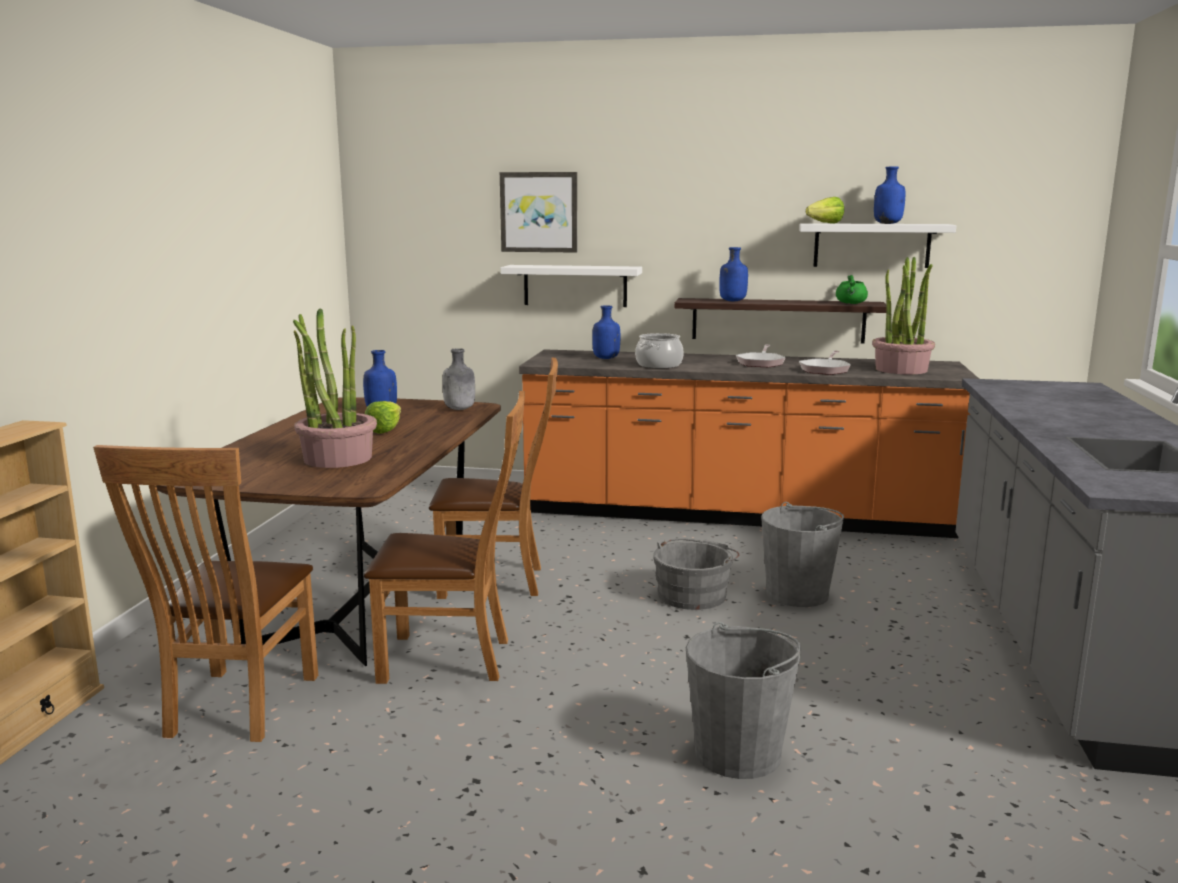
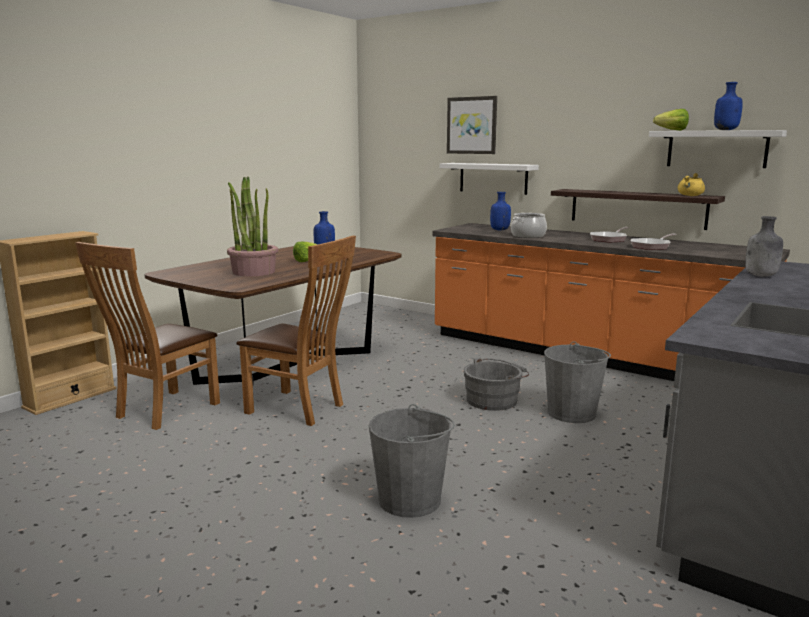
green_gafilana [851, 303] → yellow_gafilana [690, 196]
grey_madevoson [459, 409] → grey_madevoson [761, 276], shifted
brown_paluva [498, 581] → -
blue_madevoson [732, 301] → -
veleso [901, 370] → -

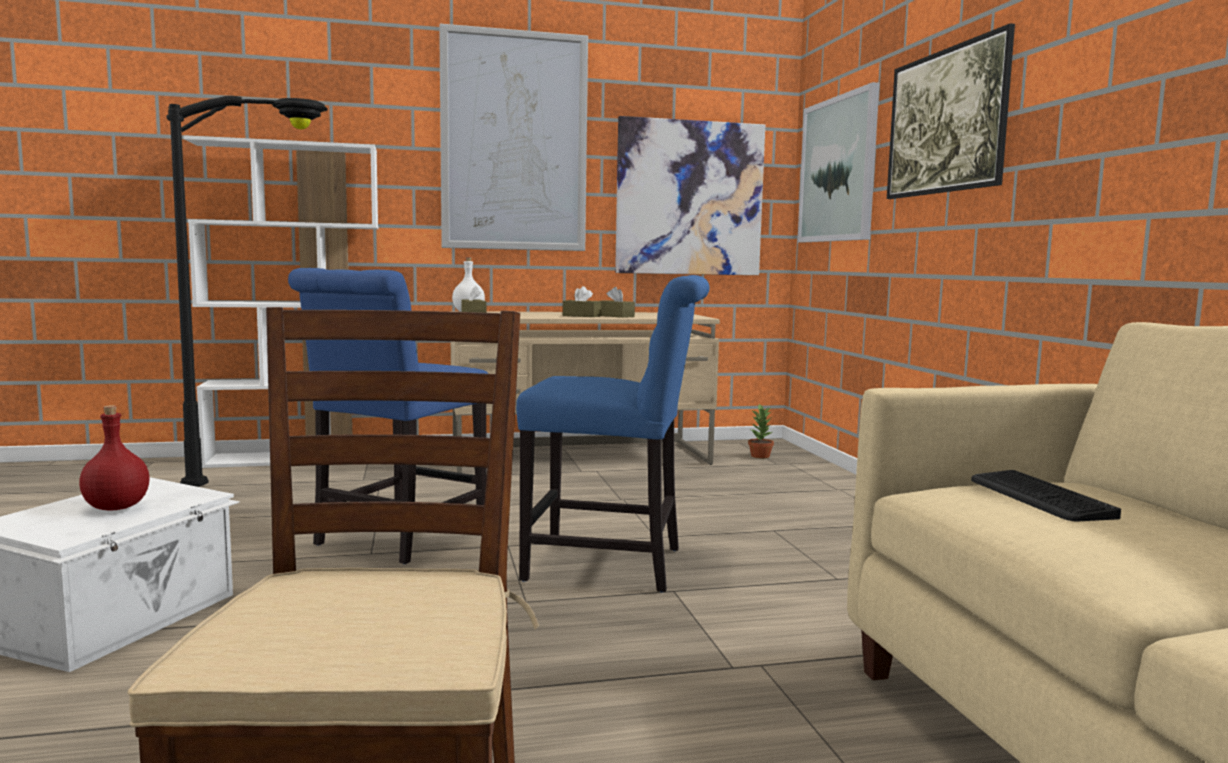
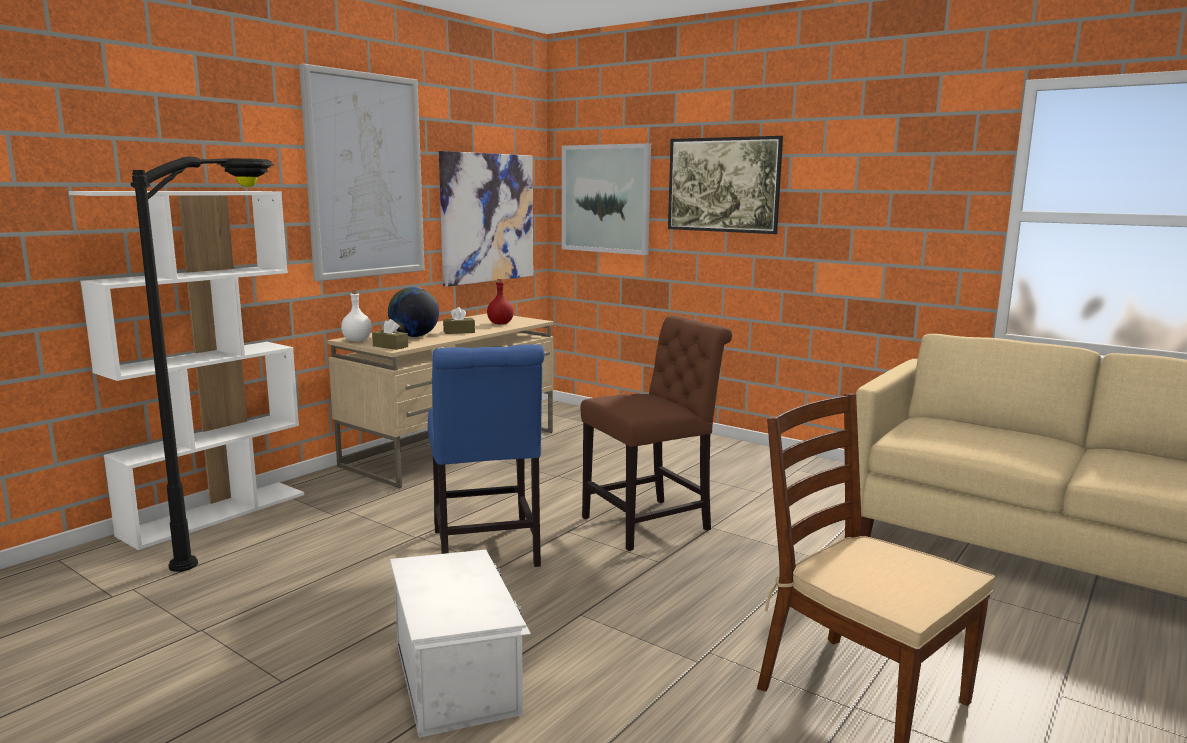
- → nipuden [414, 336]
red_madevoson [116, 507] → red_madevoson [500, 323], shifted
blue_paluva [613, 565] → brown_paluva [652, 523]
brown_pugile [616, 316] → -
veleso [760, 456] → -
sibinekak [1038, 497] → -

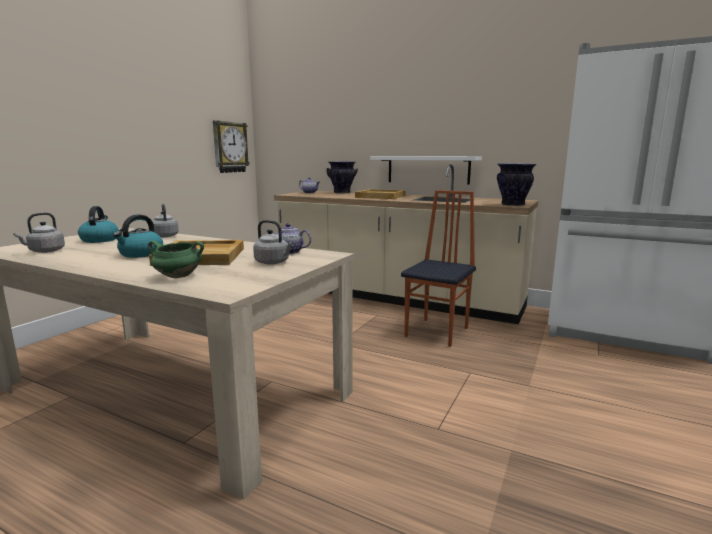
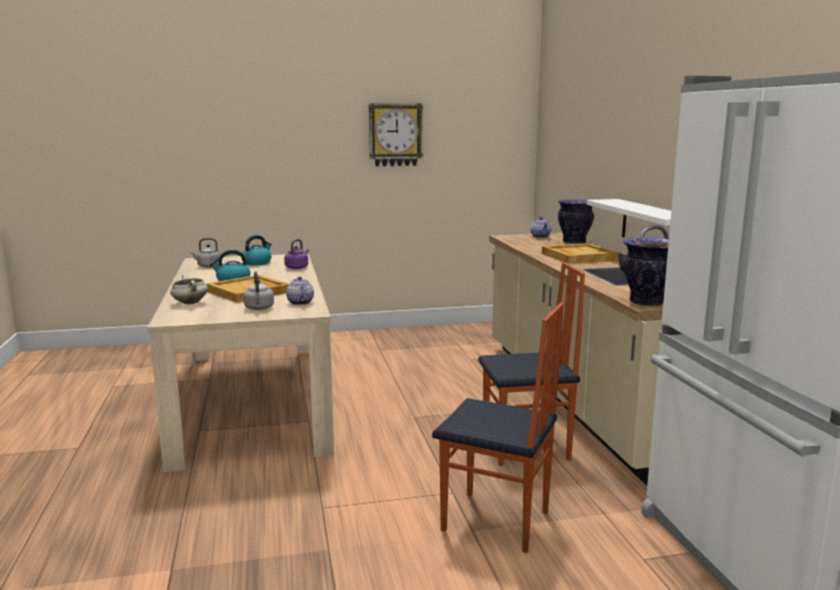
green_gafilana [177, 276] → white_gafilana [189, 303]
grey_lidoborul [165, 236] → purple_lidoborul [297, 267]
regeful [230, 147] → regeful [395, 135], shifted
- → paluva [496, 522]

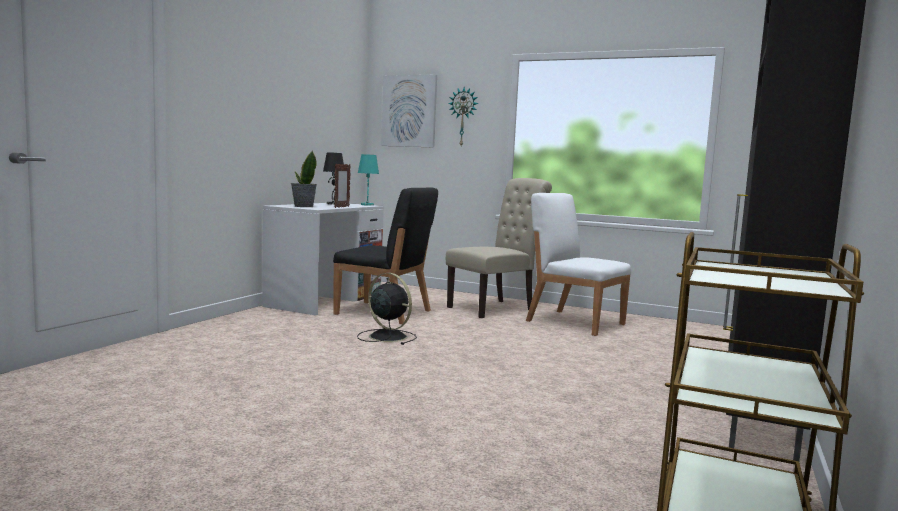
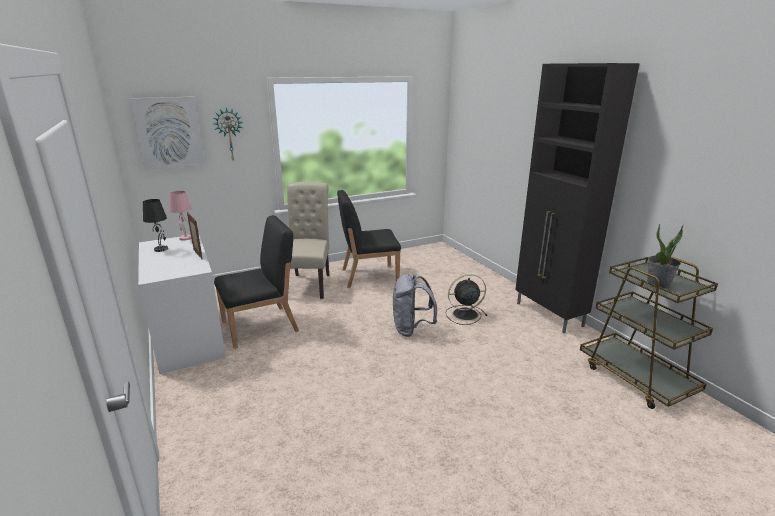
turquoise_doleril [367, 205] → pink_doleril [185, 238]
white_paluva [574, 322] → black_paluva [368, 276]
- → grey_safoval [411, 329]
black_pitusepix [386, 336] → black_pitusepix [464, 314], shifted
veleso [303, 206] → veleso [658, 284], shifted

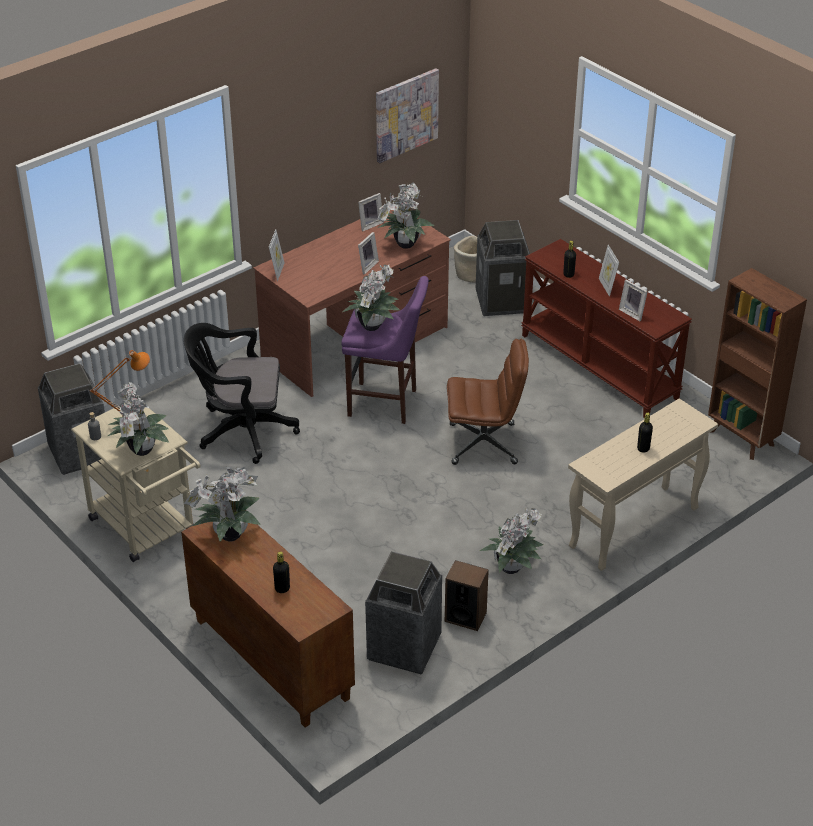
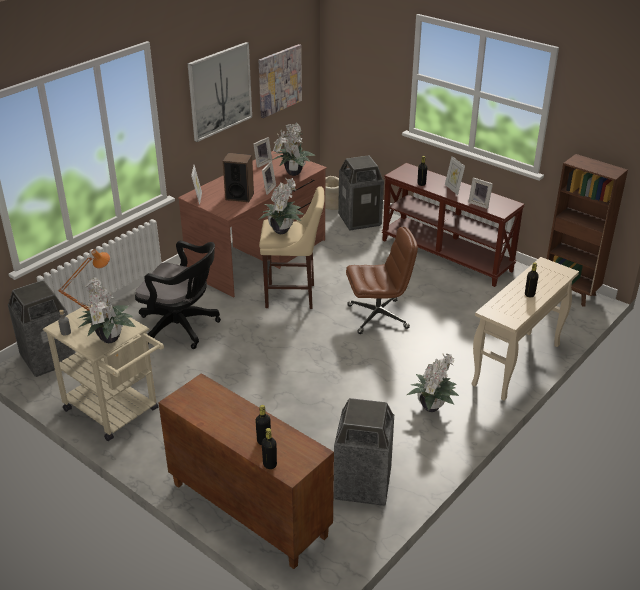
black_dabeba [241, 431] → black_dabeba [182, 328], 150 degrees counterclockwise
- → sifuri [220, 91]
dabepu [465, 616] → dabepu [239, 196], shifted
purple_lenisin [386, 403] → beige_lenisin [293, 296]
- → black_madevoson [270, 464]
veleso [228, 535] → -

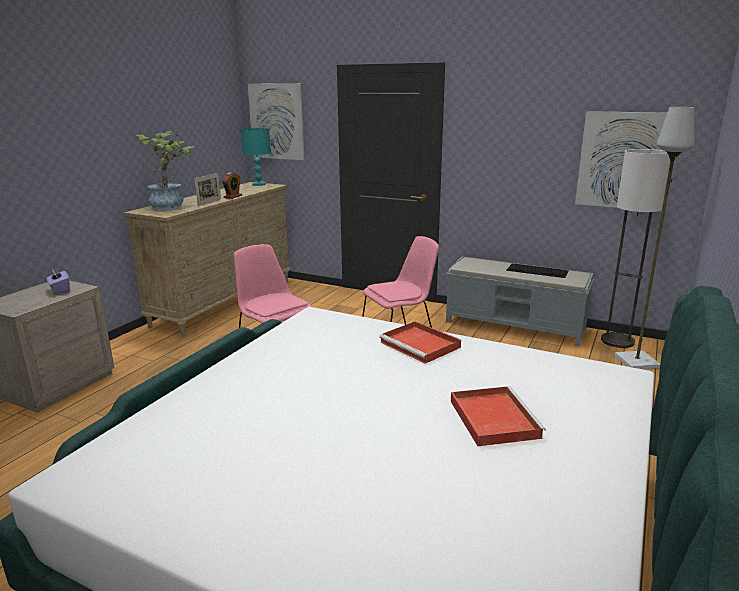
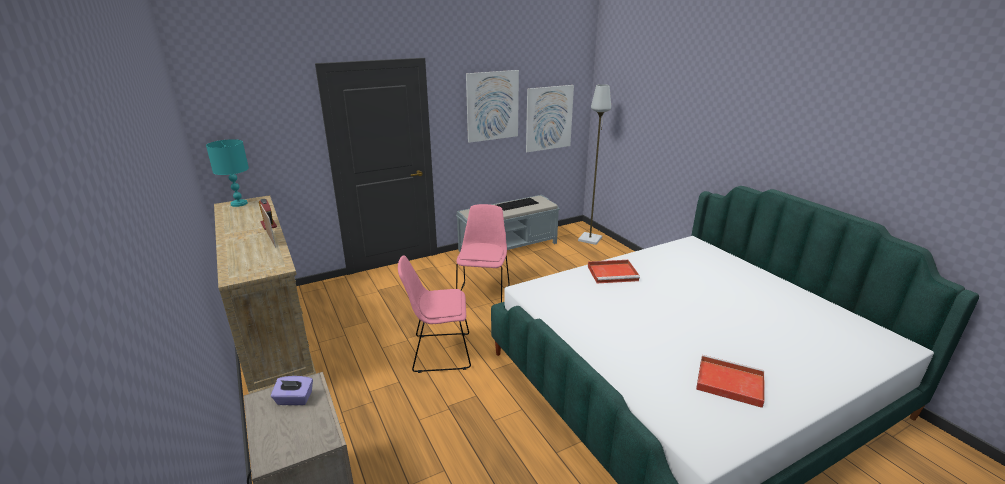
sifuri [276, 121] → sifuri [492, 106], shifted
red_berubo [492, 418] → red_berubo [728, 383], shifted
veleso [171, 205] → -
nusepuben [617, 341] → -

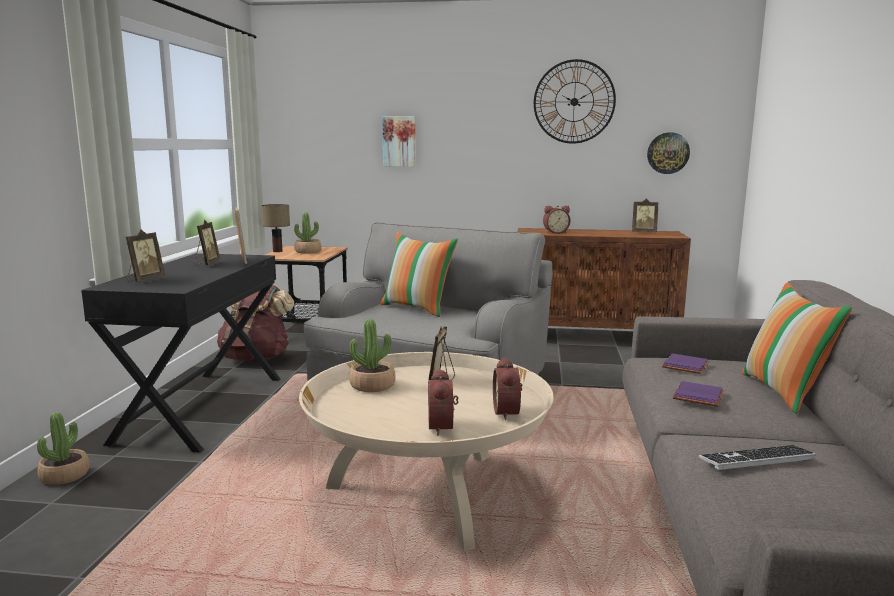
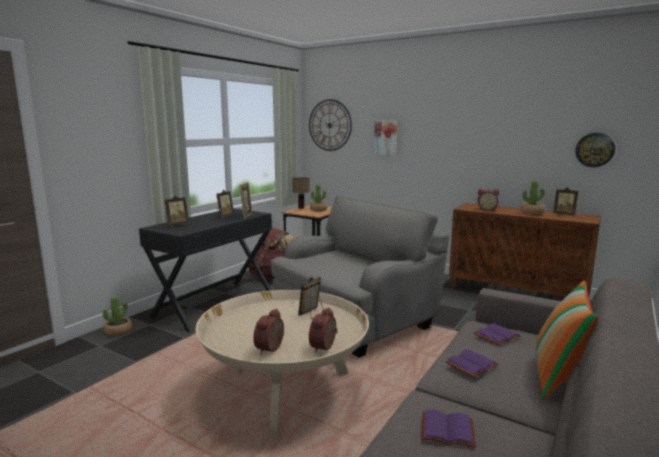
regeful [574, 102] → regeful [329, 125], shifted
sibinekak [756, 459] → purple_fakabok [446, 431]
veleso [372, 385] → veleso [532, 213], shifted
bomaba [417, 308] → -

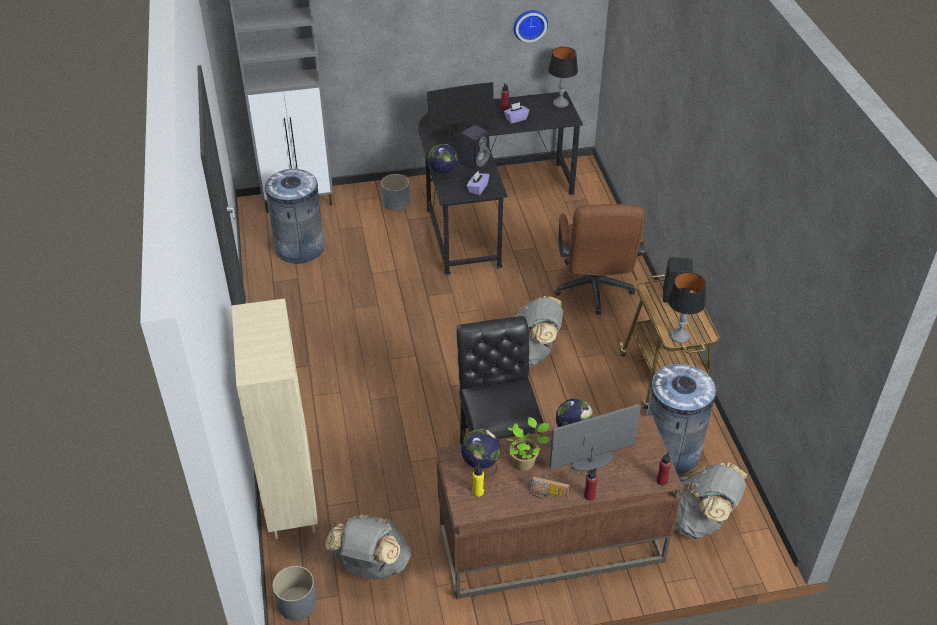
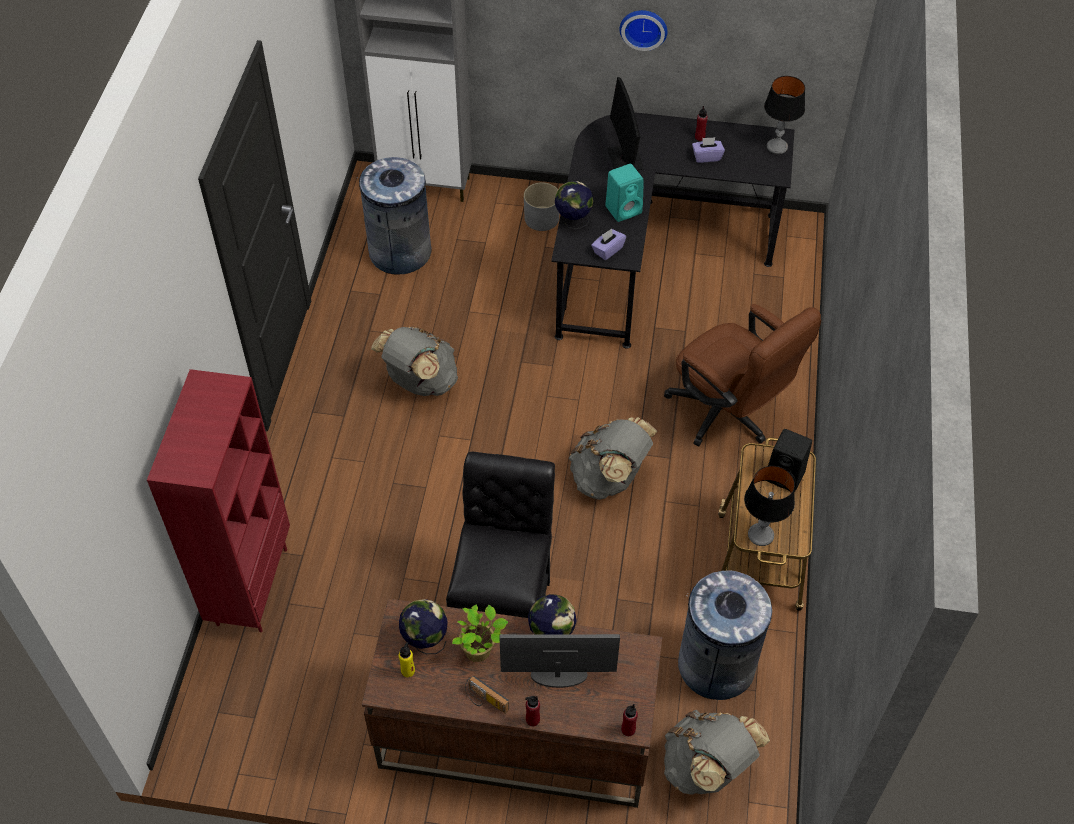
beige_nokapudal [290, 502] → red_nokapudal [251, 585]
grey_safoval [371, 566] → grey_safoval [420, 382], shifted
black_dabepu [475, 162] → turquoise_dabepu [624, 209]
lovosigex [459, 132] → lovosigex [625, 159], 75 degrees clockwise
regeful [529, 24] → regeful [643, 27], shifted
brown_dabeba [594, 291] → brown_dabeba [729, 415], 60 degrees counterclockwise
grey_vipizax [296, 603] → -

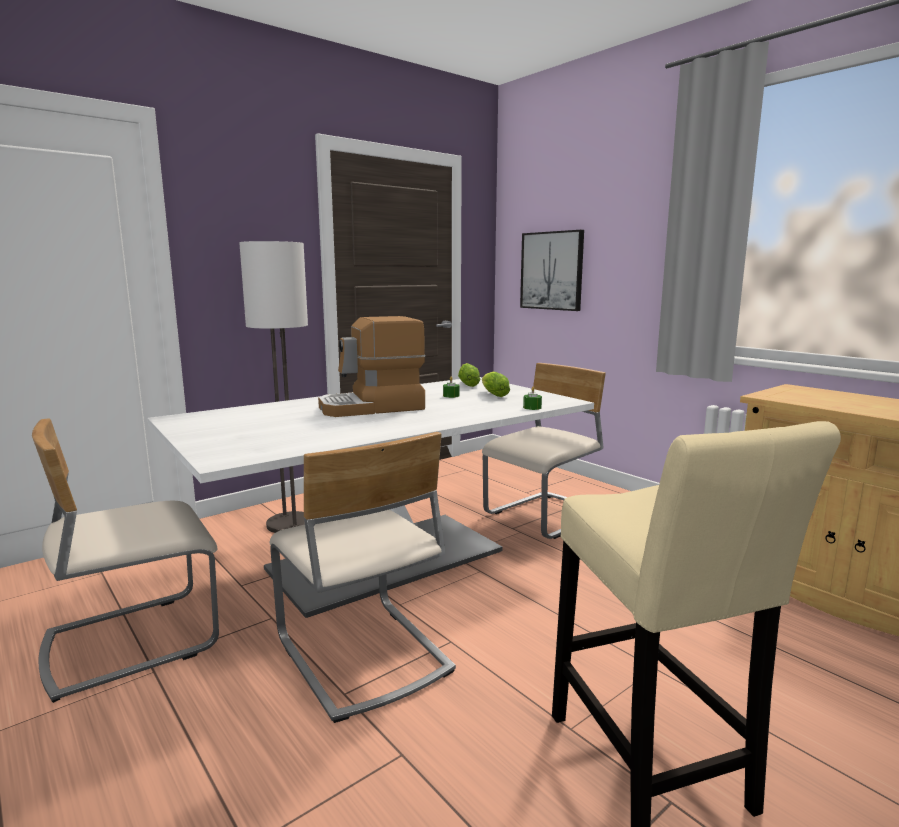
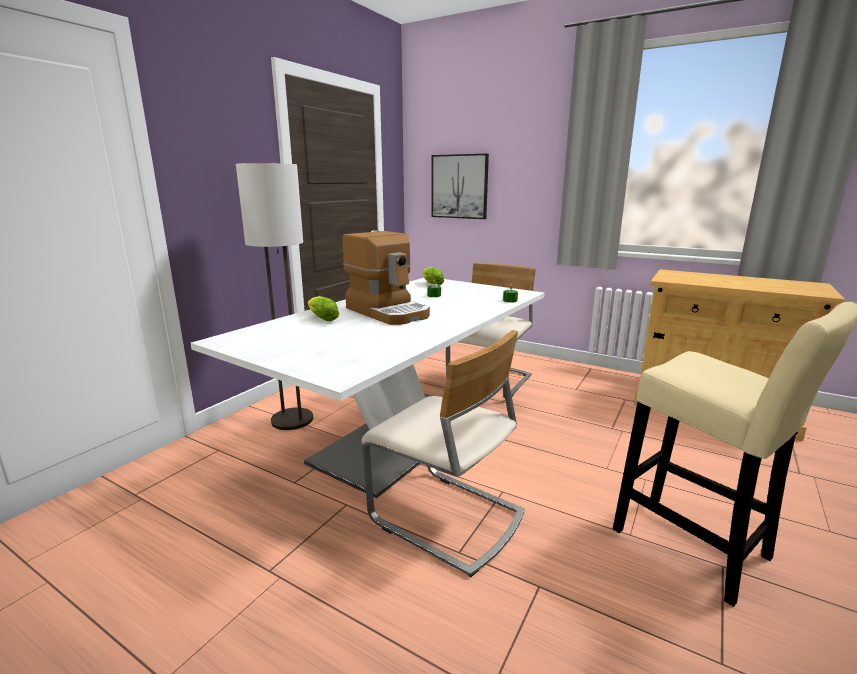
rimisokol [493, 394] → rimisokol [321, 318], shifted
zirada [372, 407] → zirada [388, 312], 90 degrees counterclockwise
beige_paluva [132, 641] → -

